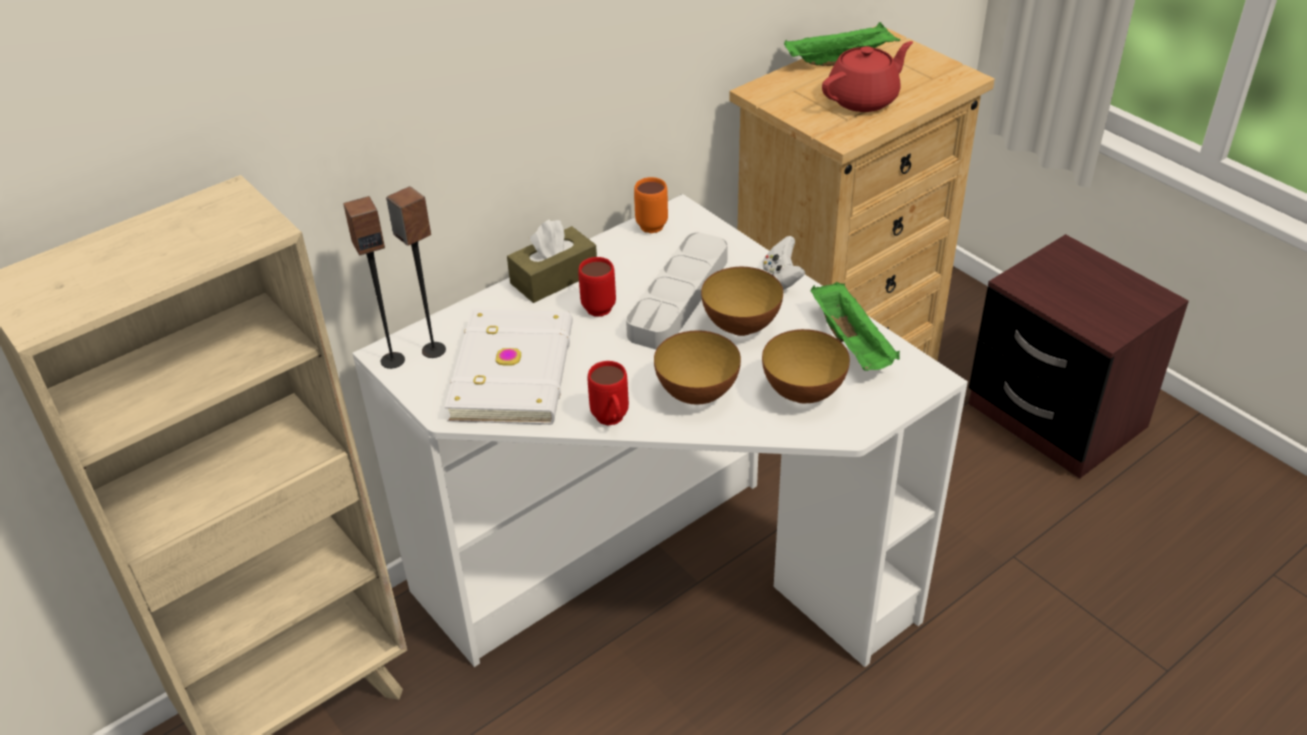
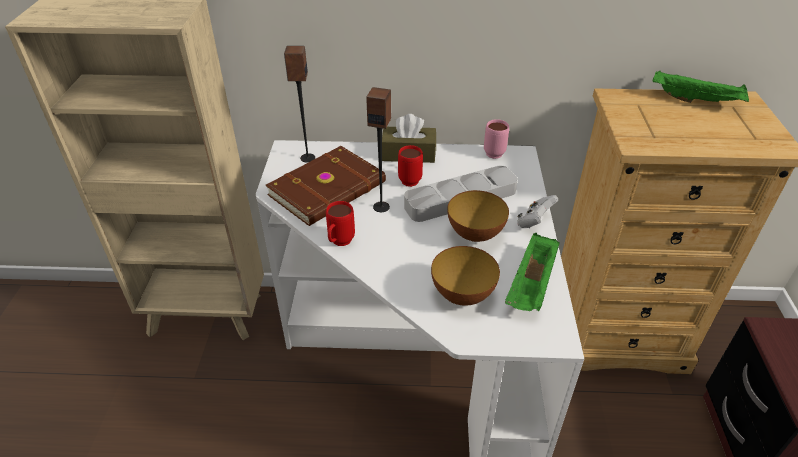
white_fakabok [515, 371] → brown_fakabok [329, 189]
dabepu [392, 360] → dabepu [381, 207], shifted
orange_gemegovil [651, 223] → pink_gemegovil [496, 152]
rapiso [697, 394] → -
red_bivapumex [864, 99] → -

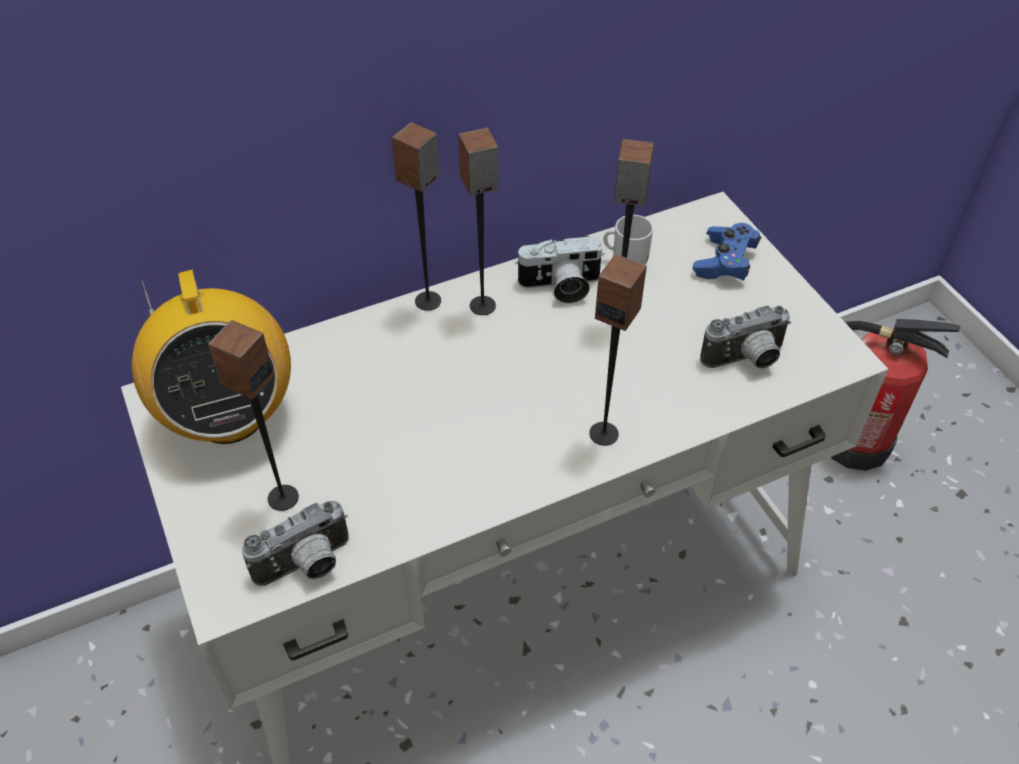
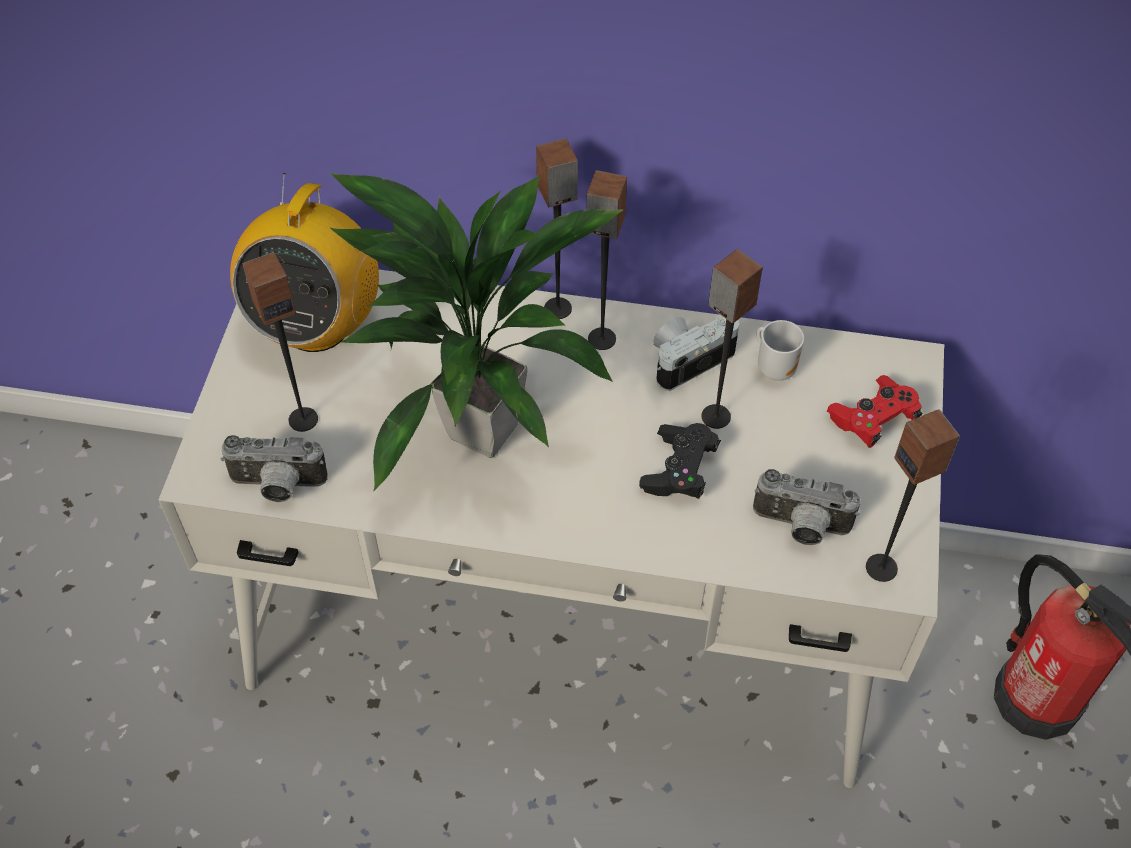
- → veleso [481, 428]
- → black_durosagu [679, 470]
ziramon [560, 287] → ziramon [688, 358], 120 degrees clockwise
blue_durosagu [725, 262] → red_durosagu [873, 419]
dabepu [604, 433] → dabepu [882, 567], shifted

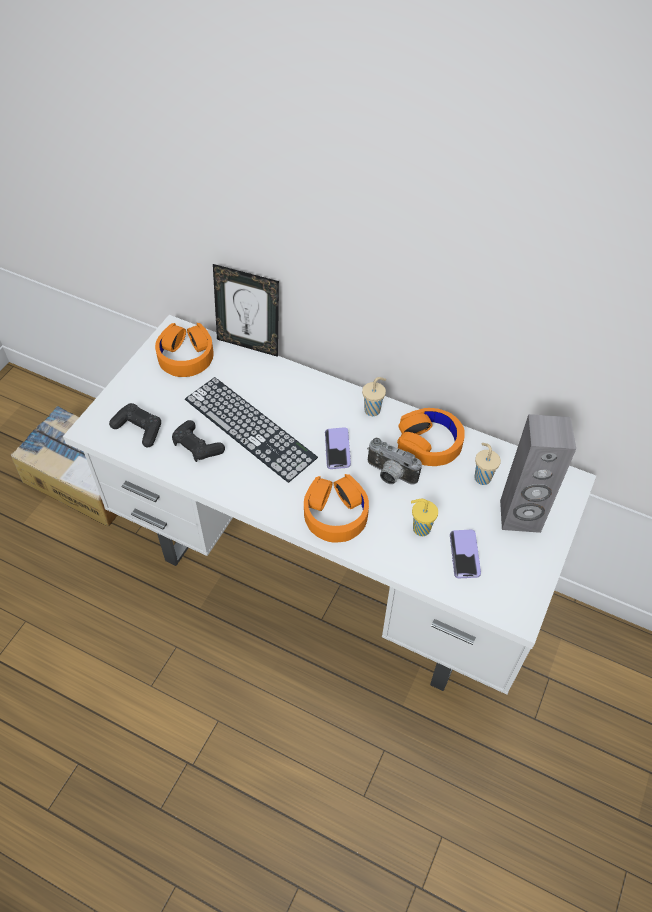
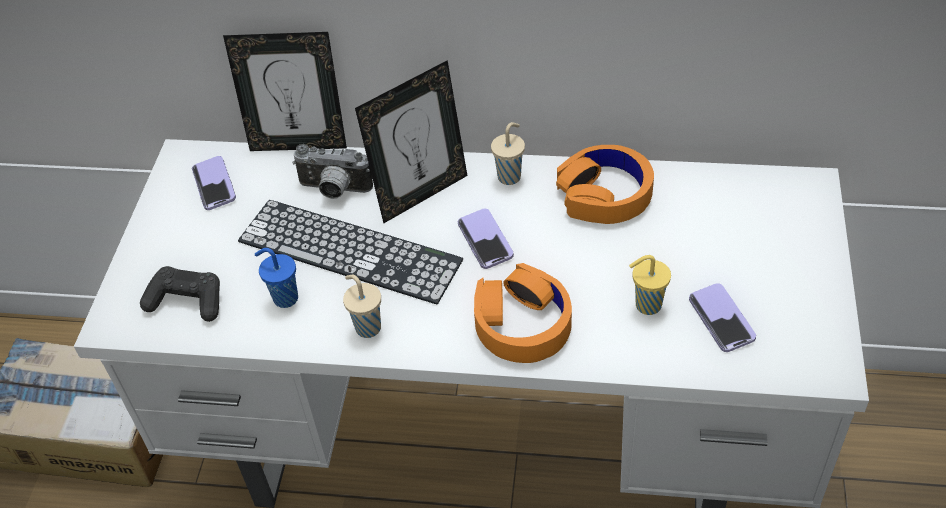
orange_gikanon [186, 355] → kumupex [214, 184]
black_durosagu [197, 446] → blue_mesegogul [284, 298]
ziramon [389, 475] → ziramon [333, 190], shifted
beige_mesegogul [482, 477] → beige_mesegogul [367, 327], shifted
- → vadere [421, 194]
grey_dabepu [520, 517] → -

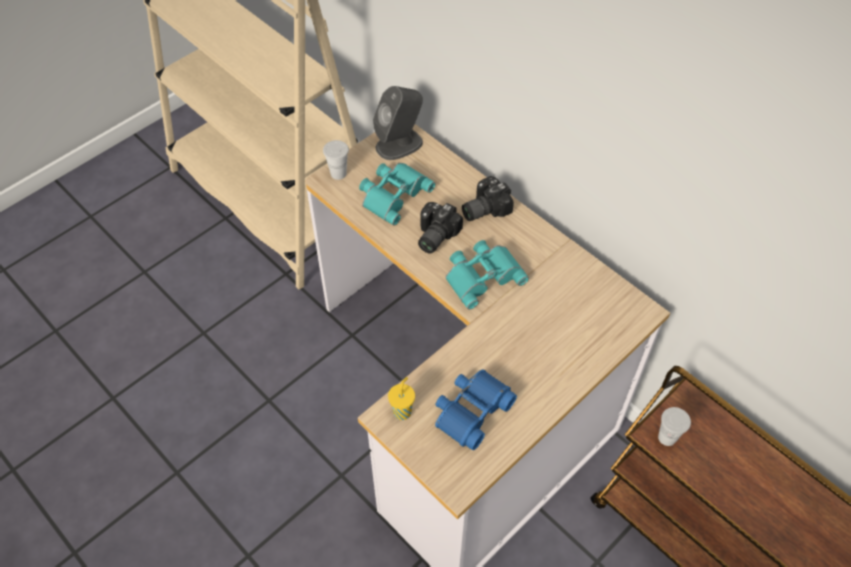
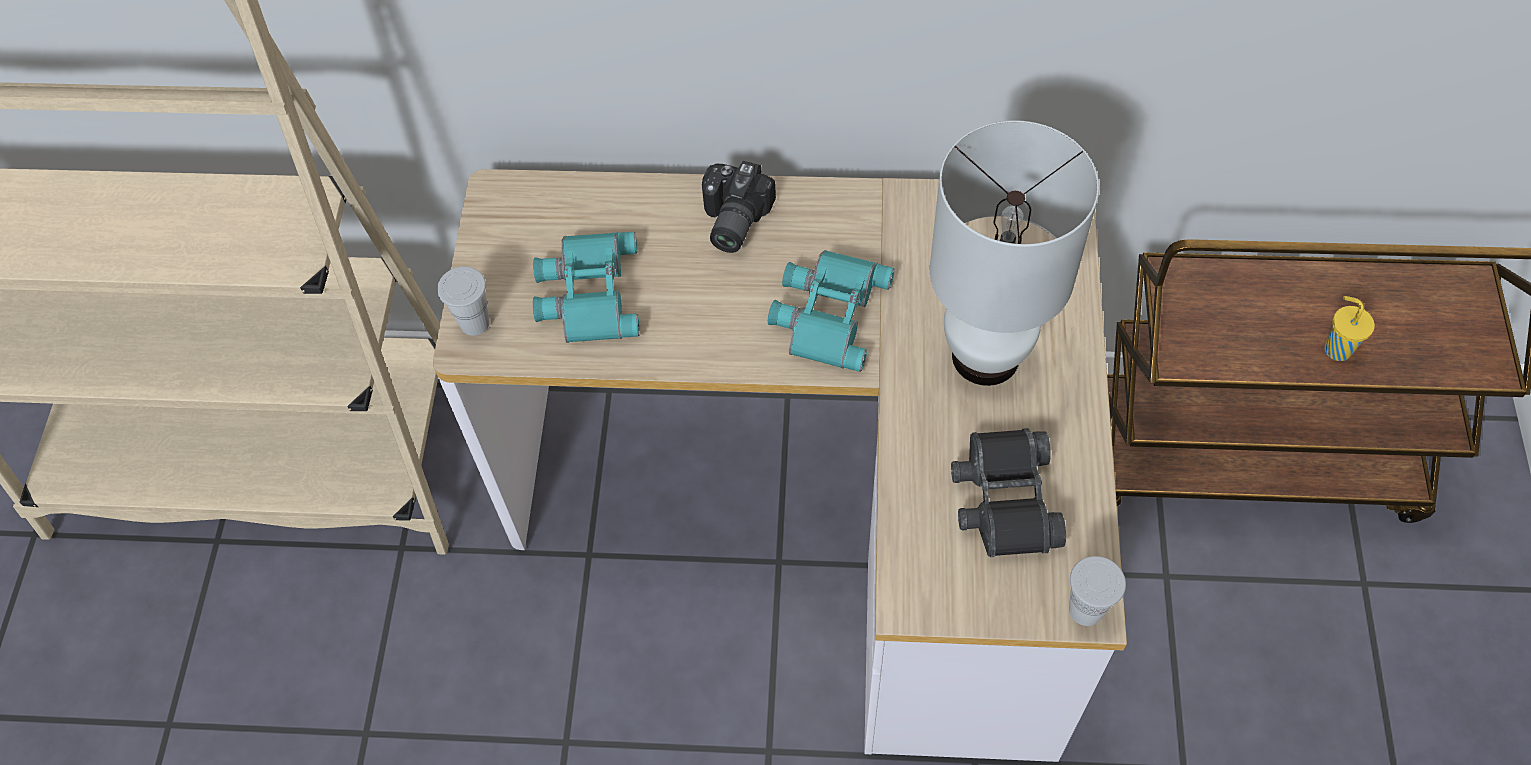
- → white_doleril [984, 357]
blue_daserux [471, 411] → black_daserux [1004, 500]
white_mesegogul [667, 437] → white_mesegogul [1085, 610], shifted
yellow_mesegogul [402, 411] → yellow_mesegogul [1336, 348], shifted
grey_dabepu [399, 144] → -
ziramon [433, 235] → -

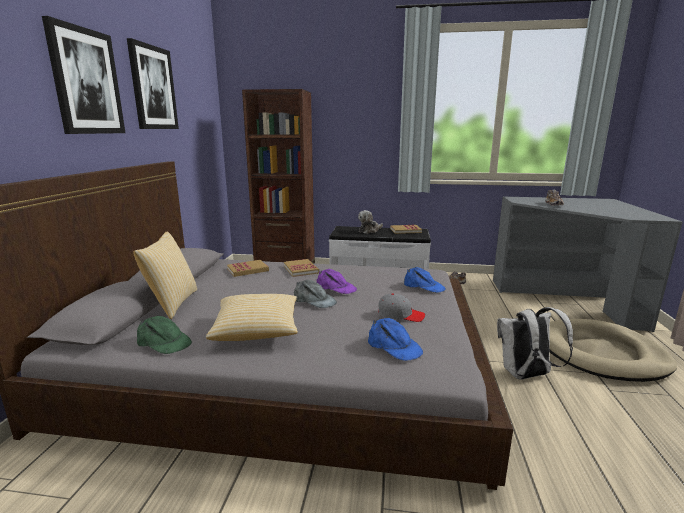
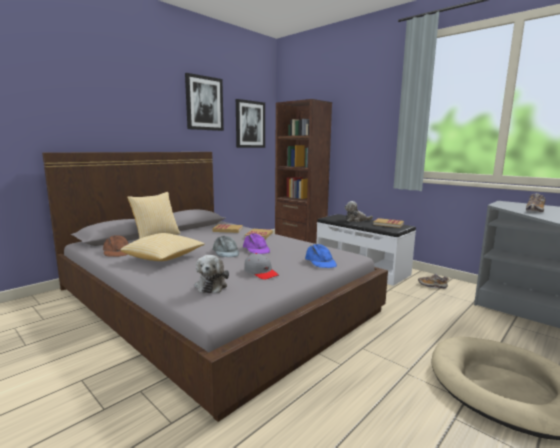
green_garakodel [164, 342] → brown_garakodel [116, 252]
blue_garakodel [394, 346] → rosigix [211, 285]
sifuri [86, 82] → sifuri [250, 124], shifted
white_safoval [525, 375] → -

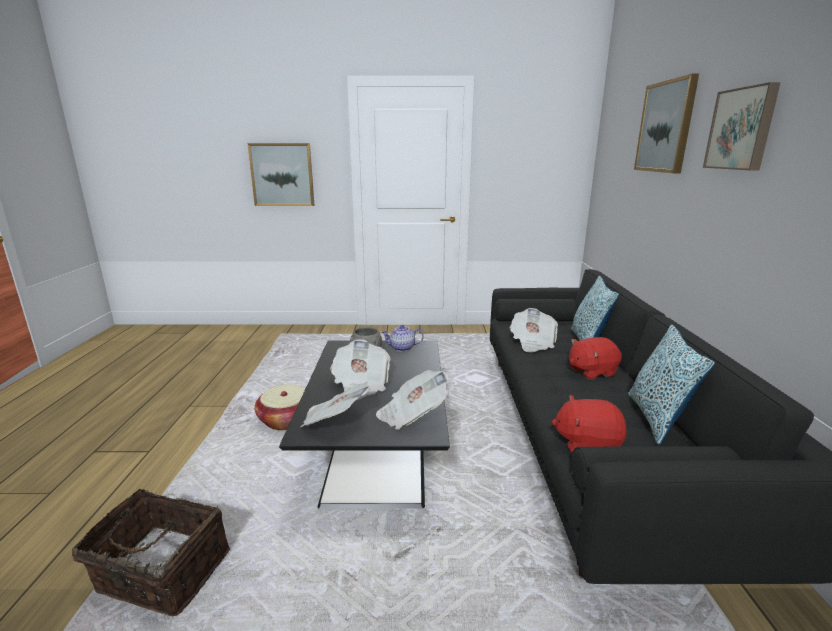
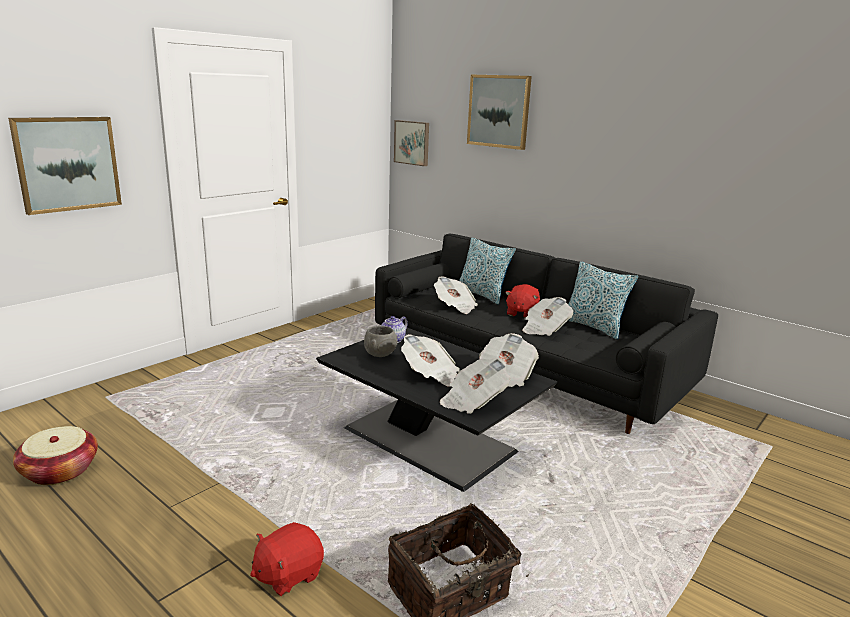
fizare [287, 420] → fizare [60, 471], shifted
red_rosigix [587, 443] → red_rosigix [288, 574], shifted
sifuri [742, 129] → sifuri [412, 142], shifted
- → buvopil [544, 329]

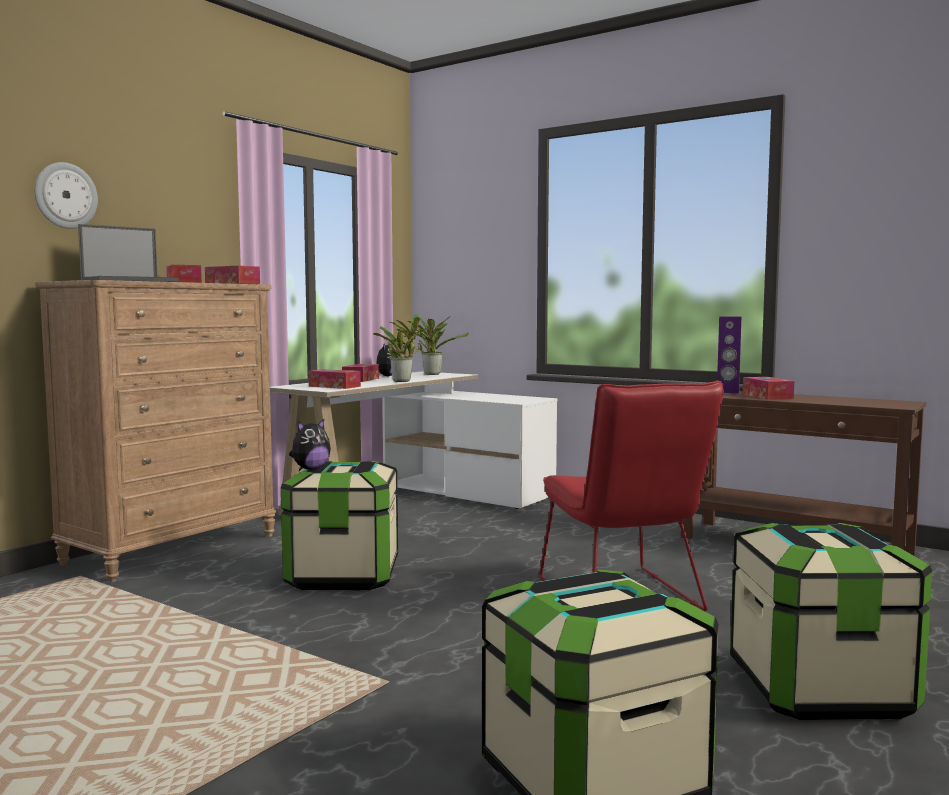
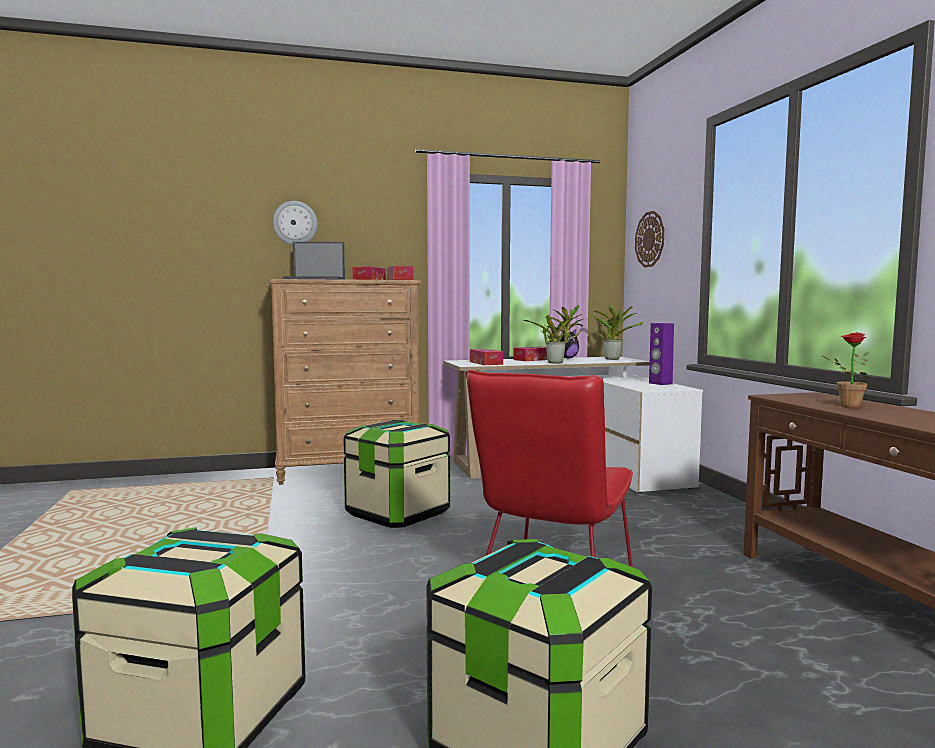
- → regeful [650, 239]
purple_dabepu [728, 392] → purple_dabepu [660, 383], shifted
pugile [767, 396] → veleso [845, 405]
rosigix [310, 469] → -

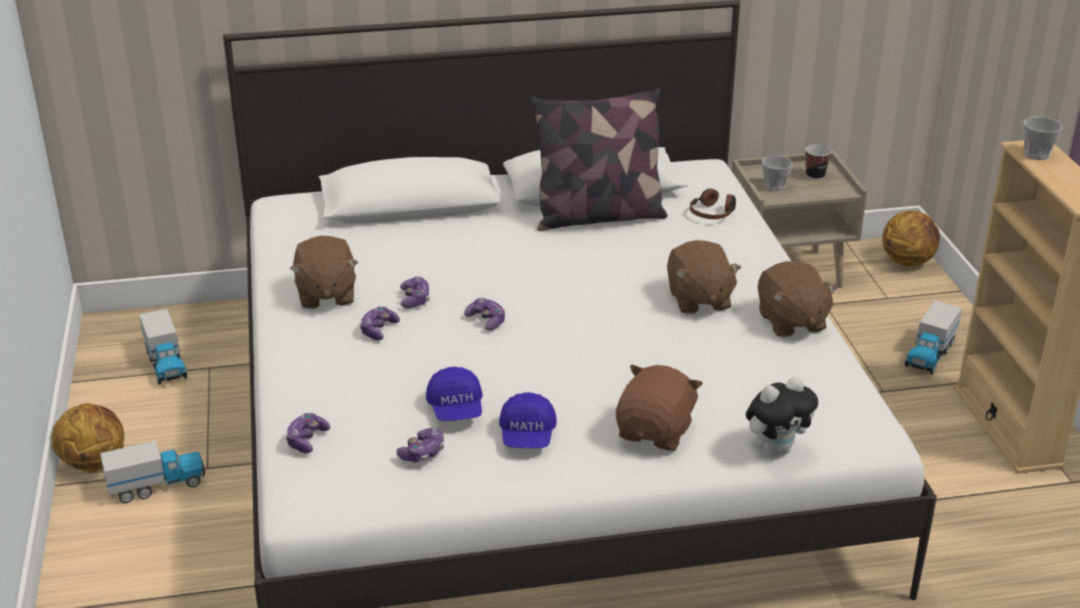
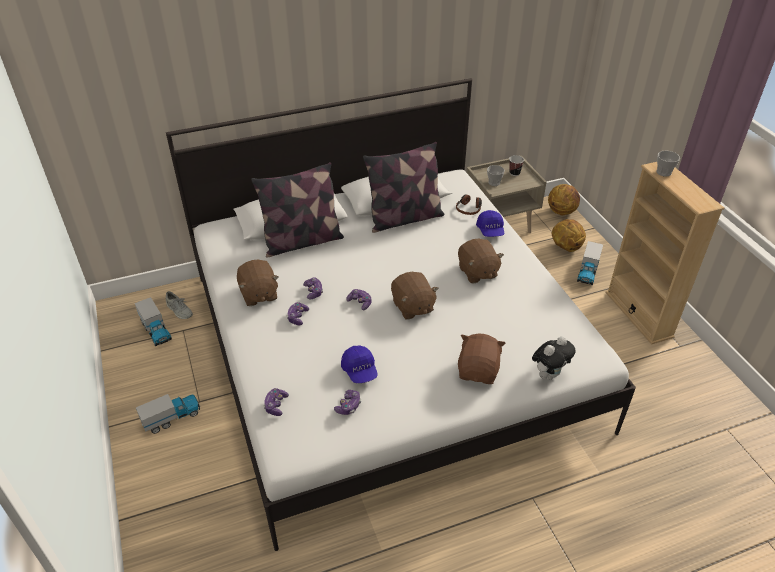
- → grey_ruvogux [179, 310]
- → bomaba [302, 241]
brown_rosigix [791, 322] → brown_rosigix [412, 307], shifted
blue_garakodel [527, 436] → blue_garakodel [490, 230], shifted
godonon [94, 463] → godonon [565, 247], shifted

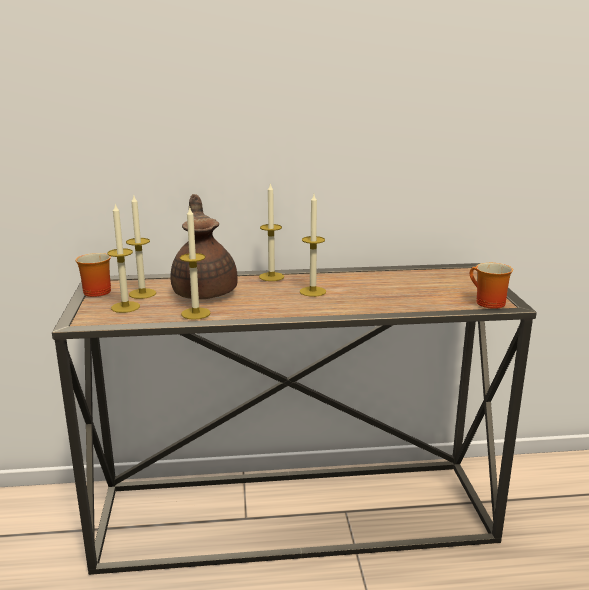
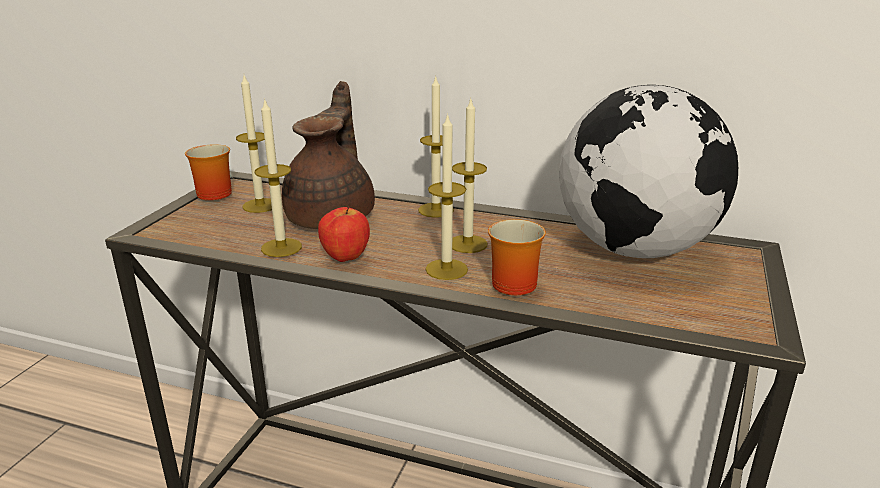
- → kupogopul [346, 258]
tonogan [125, 307] → tonogan [446, 269], shifted
gemegovil [486, 302] → gemegovil [509, 282], shifted
- → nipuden [635, 249]

